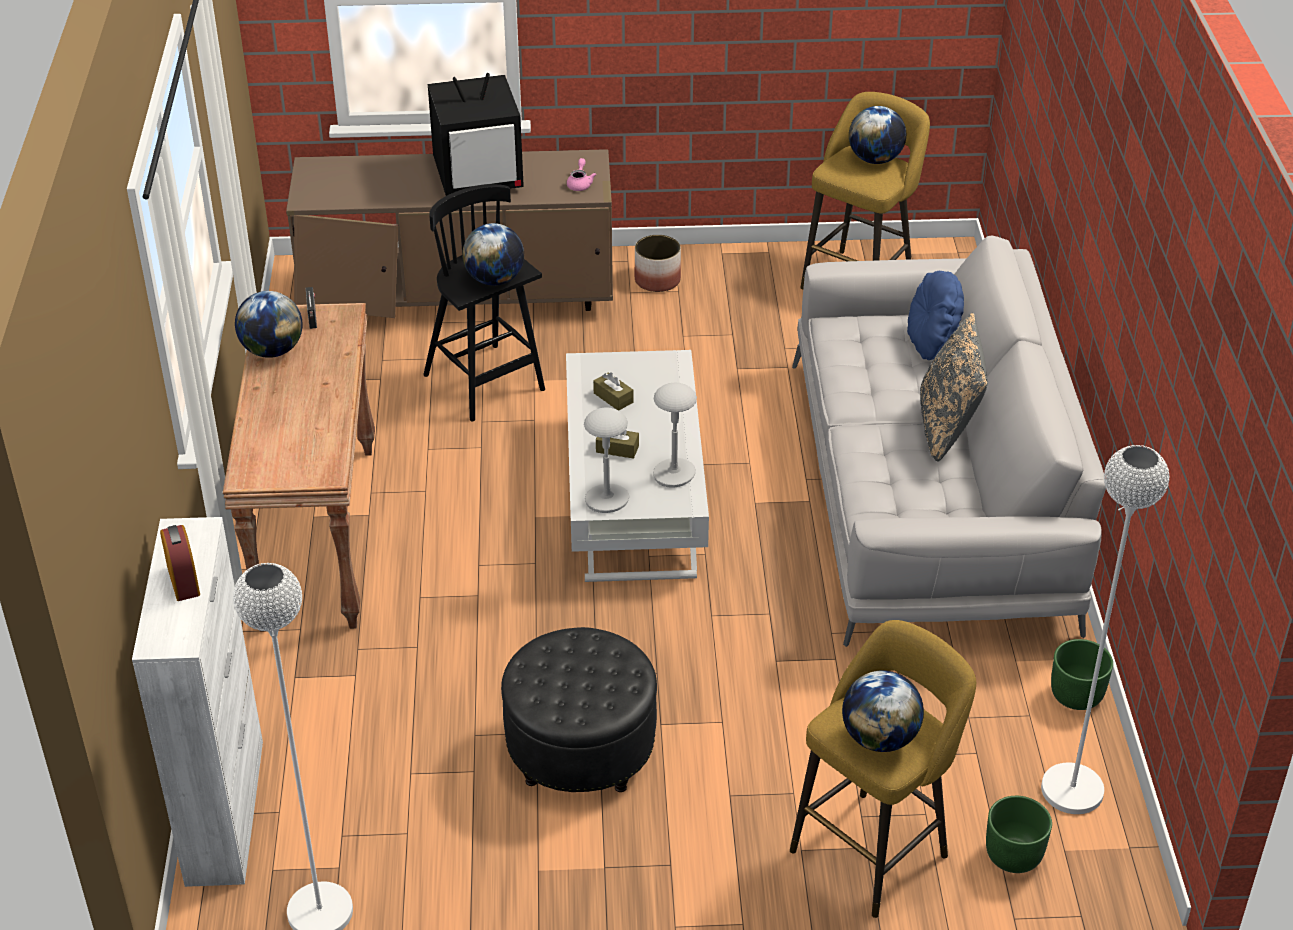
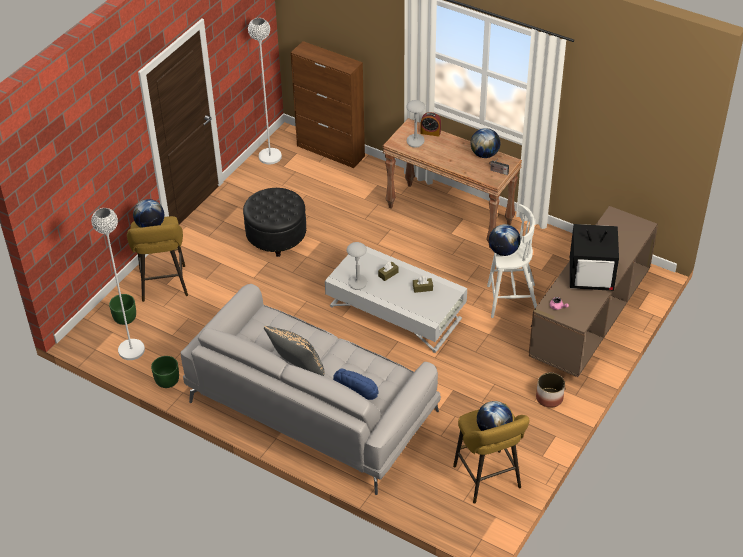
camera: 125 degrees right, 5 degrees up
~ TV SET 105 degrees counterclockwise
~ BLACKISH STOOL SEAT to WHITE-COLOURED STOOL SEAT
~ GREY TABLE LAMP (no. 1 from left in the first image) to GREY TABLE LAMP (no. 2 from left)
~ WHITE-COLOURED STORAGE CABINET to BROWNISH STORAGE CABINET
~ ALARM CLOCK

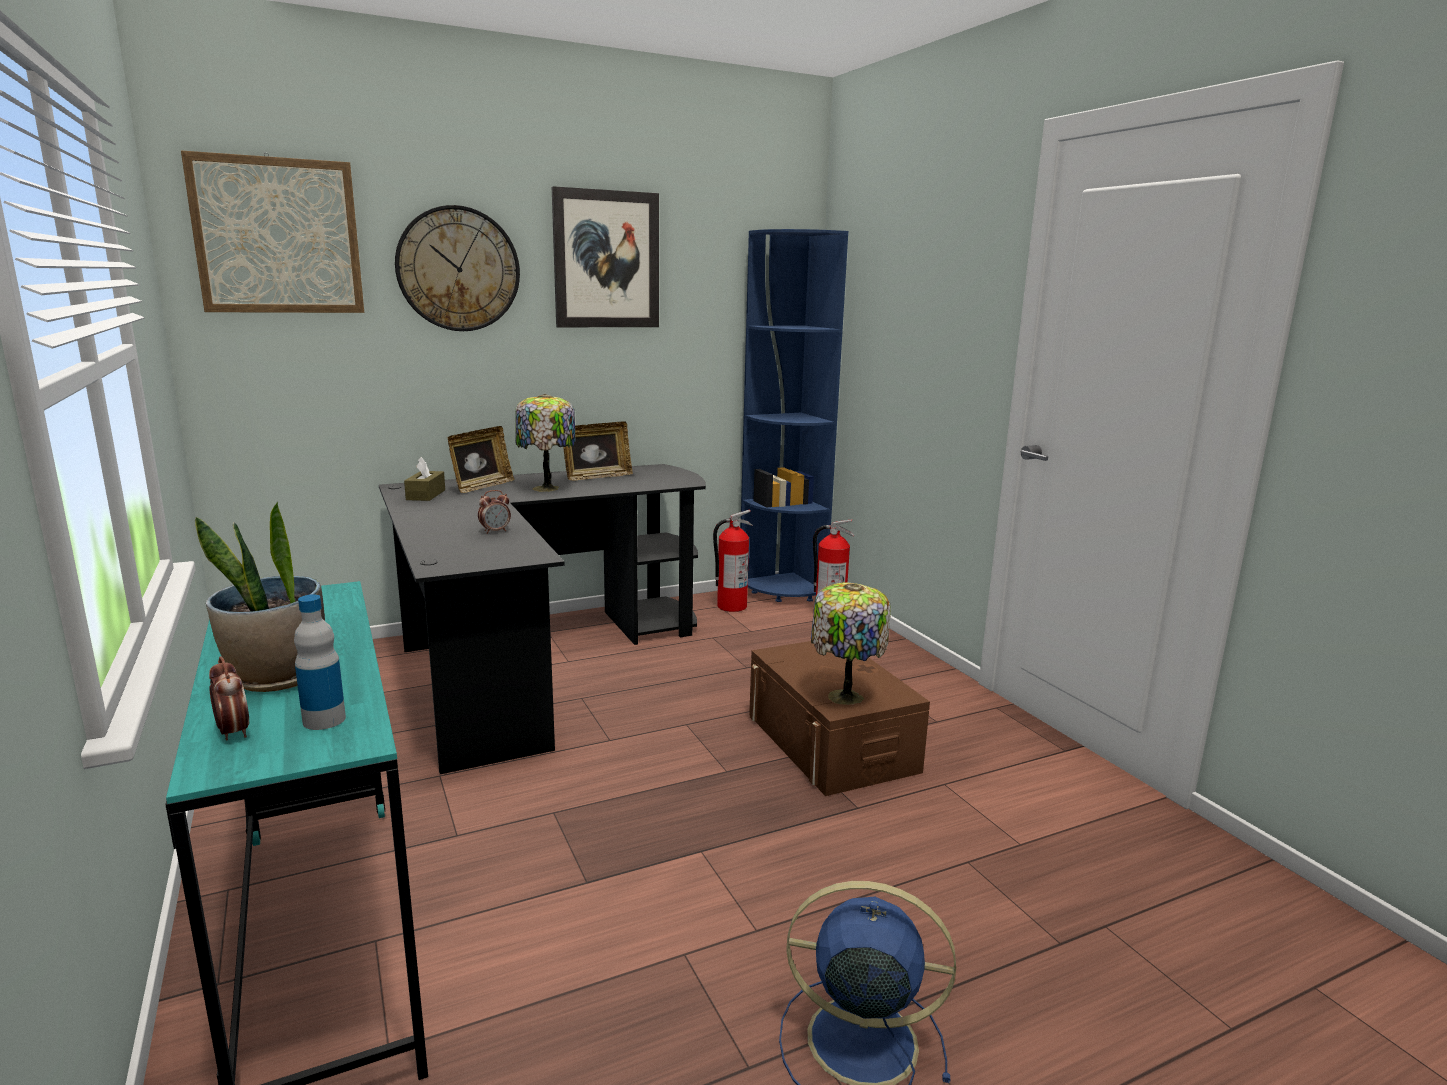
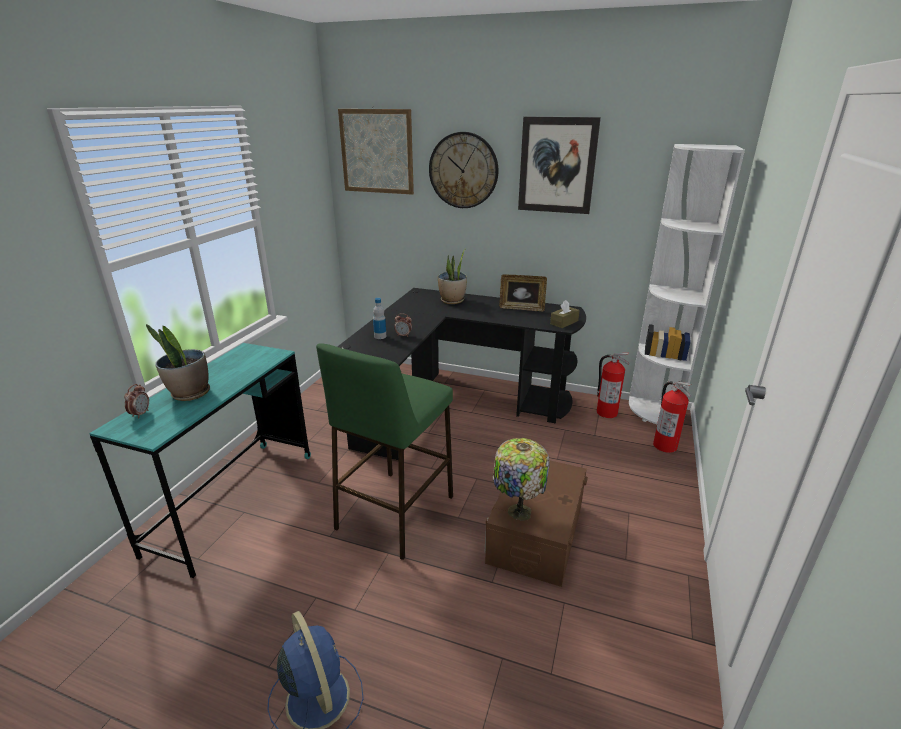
camera: 45 degrees right, 10 degrees up
~ BLUE SHELVING UNIT to WHITE-COLOURED SHELVING UNIT
- TABLE LAMP (no. 1 from left)
~ PHOTO FRAME (no. 1 from left) to HOUSEPLANT (no. 2 from left)
~ BROWNISH TISSUE BOX
~ DRINK BOTTLE
+ GREEN-COLOURED STOOL SEAT

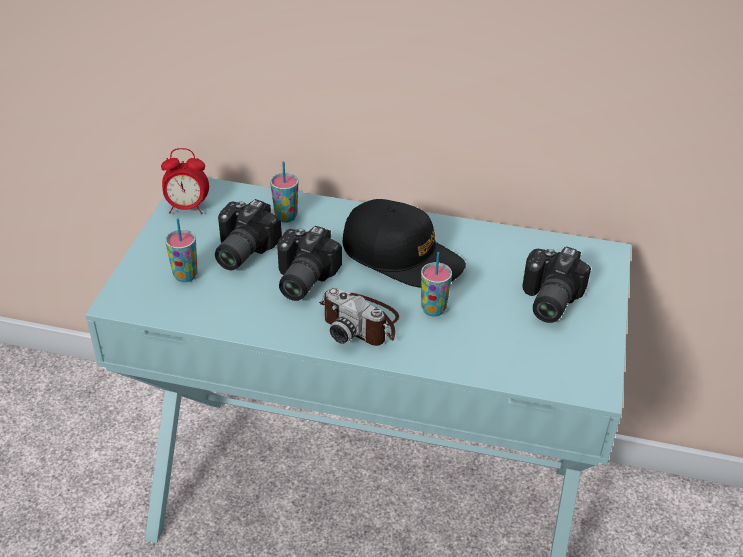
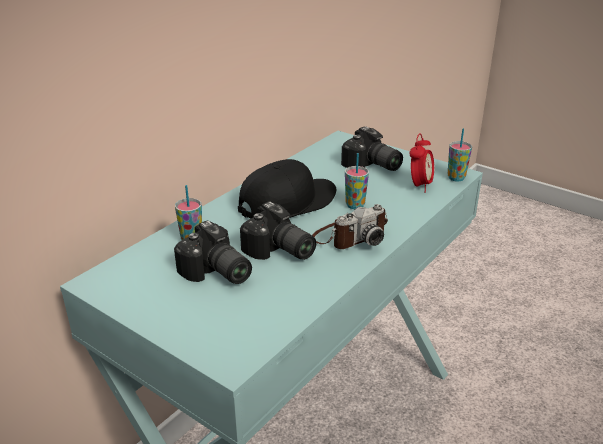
camera: 65 degrees left, 10 degrees down
~ ALARM CLOCK
~ SMALL CUP (no. 1 from left in the first image) to SMALL CUP (no. 3 from left)

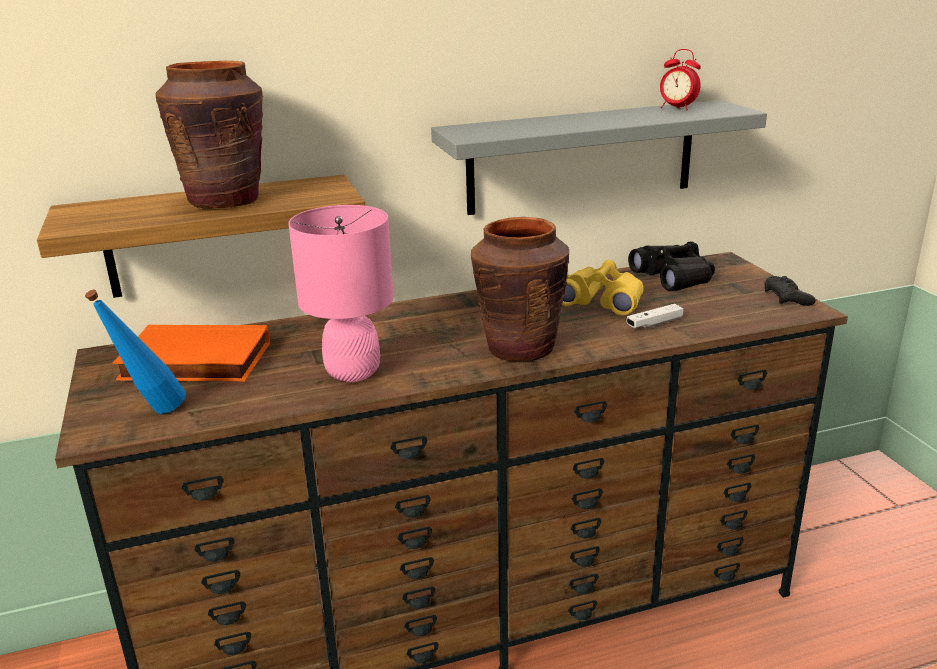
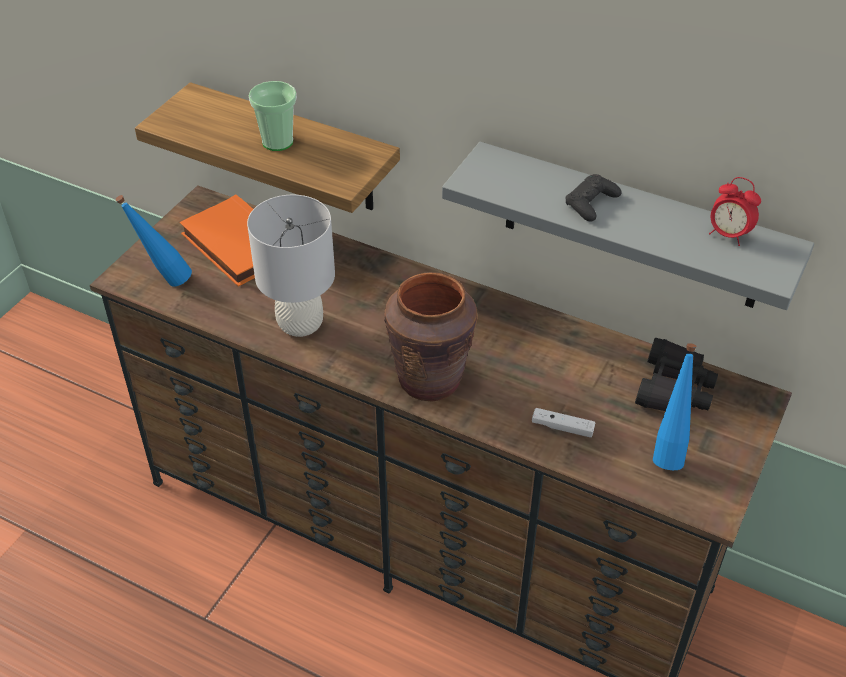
camera: 45 degrees right, 20 degrees up
~ ALARM CLOCK 45 degrees counterclockwise
~ BROWNISH DECORATIVE VASE (no. 1 from left) to SMALL CUP
~ PINK TABLE LAMP to GREY TABLE LAMP
- YELLOWISH BINOCULARS
~ BLACKISH GAME CONTROLLER
+ BLUE DRINK BOTTLE (no. 2 from left)

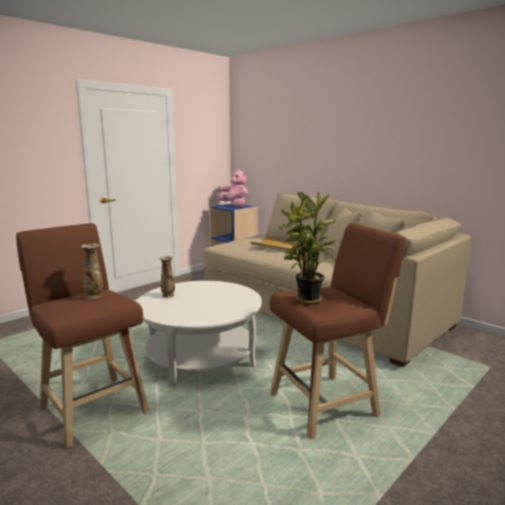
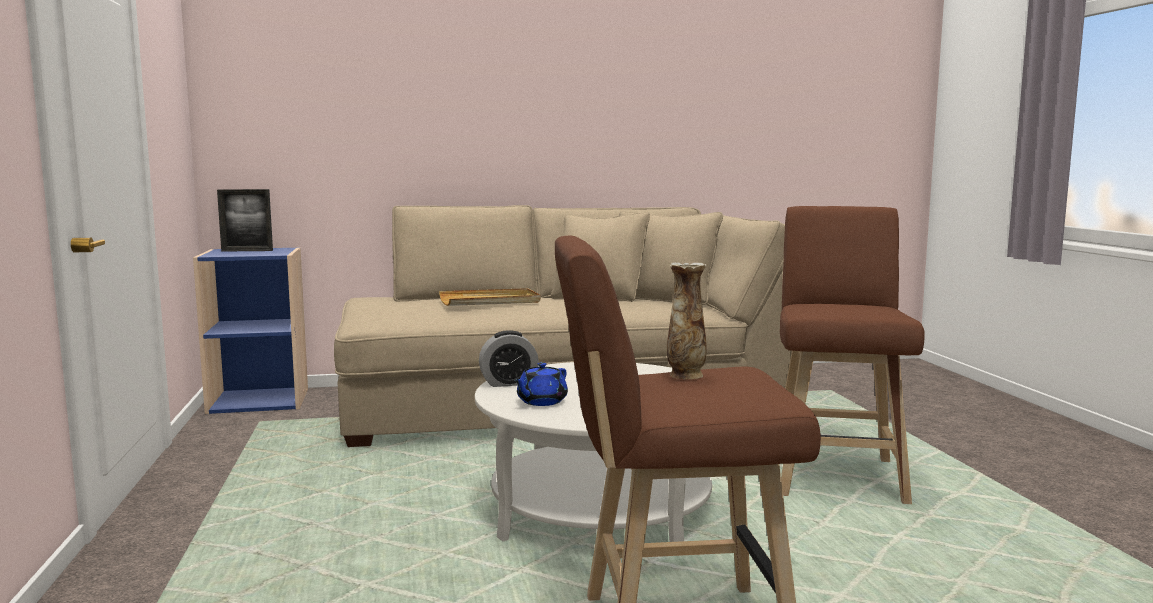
camera: 55 degrees left, 5 degrees down
~ PINK SOFT TOY to PHOTO FRAME
- HOUSEPLANT
~ DECORATIVE VASE (no. 2 from left) to BLUE TEAPOT
+ ALARM CLOCK

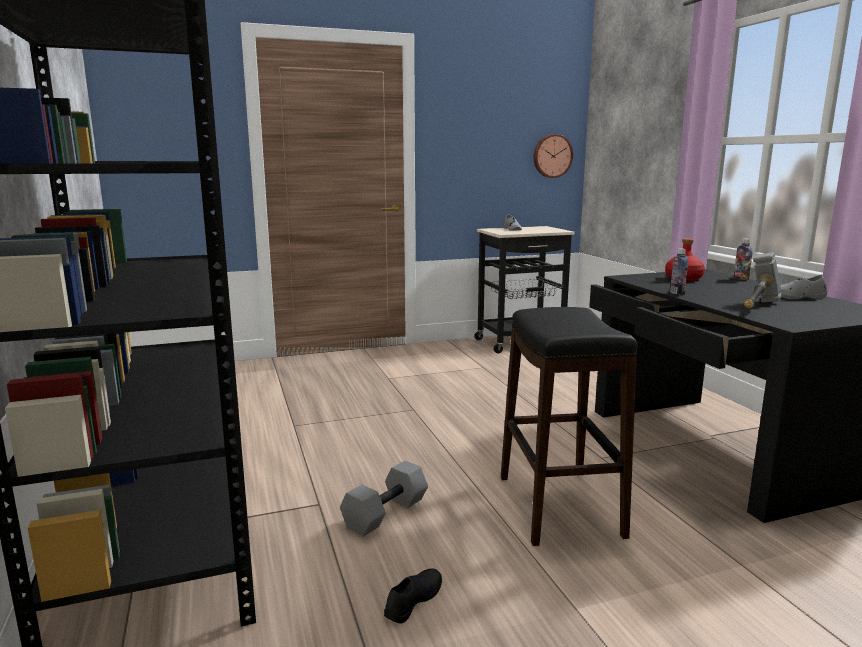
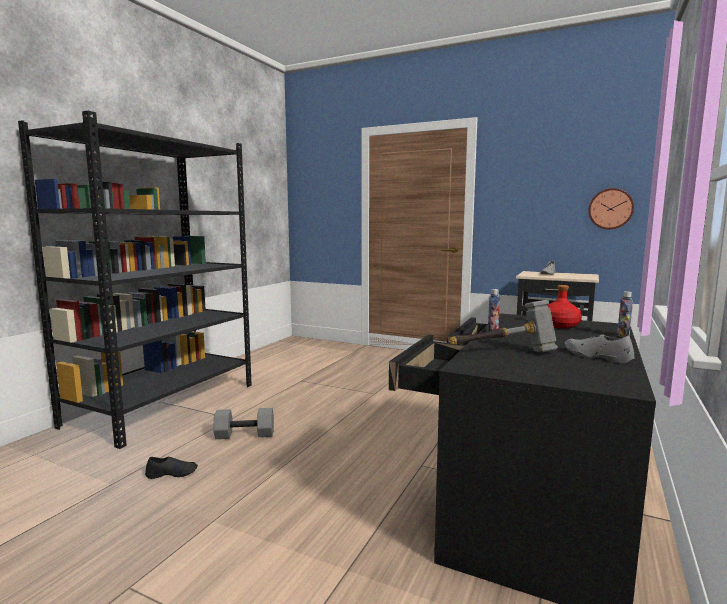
camera: 45 degrees right, 5 degrees down
- BLACKISH STOOL SEAT

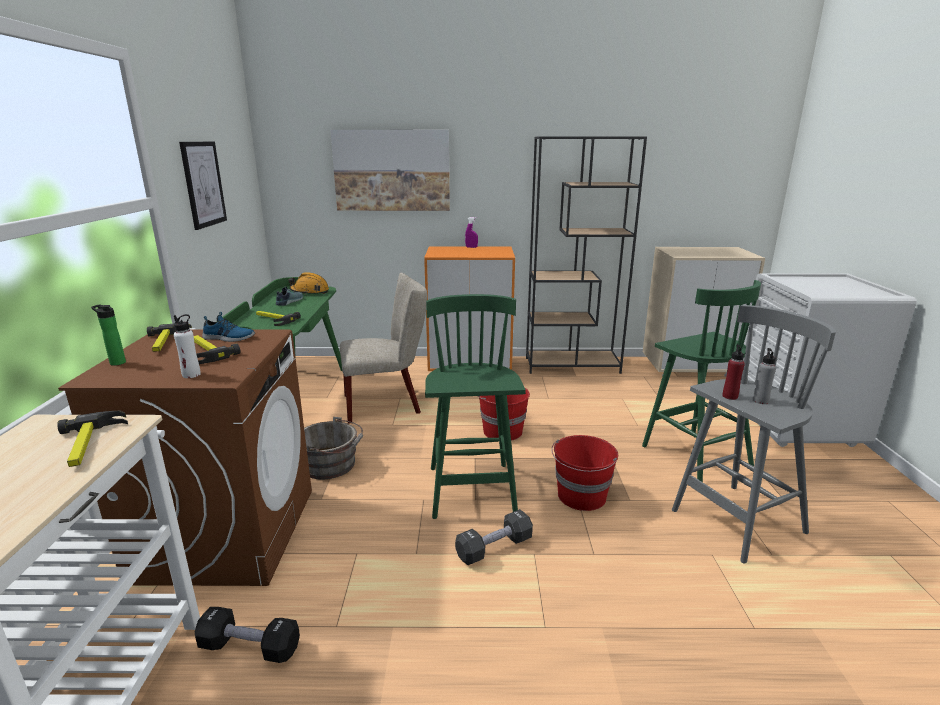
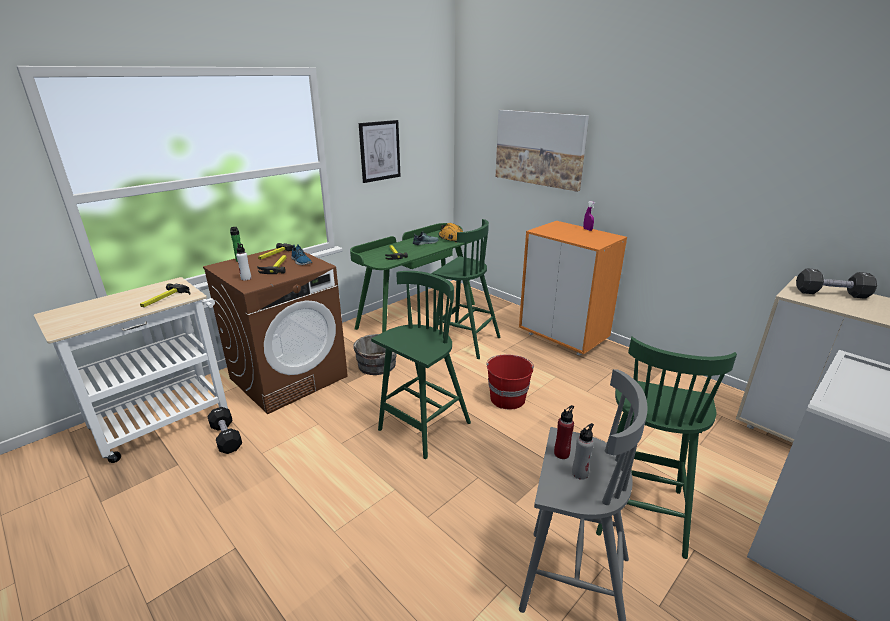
camera: 45 degrees right, 5 degrees up
- SHELVING UNIT
~ BEIGE PLAIN CHAIR to GREEN-COLOURED STOOL SEAT (no. 2 from left)
- RED PAIL (no. 2 from left)
~ BLACKISH DUMBBELL (no. 2 from left)

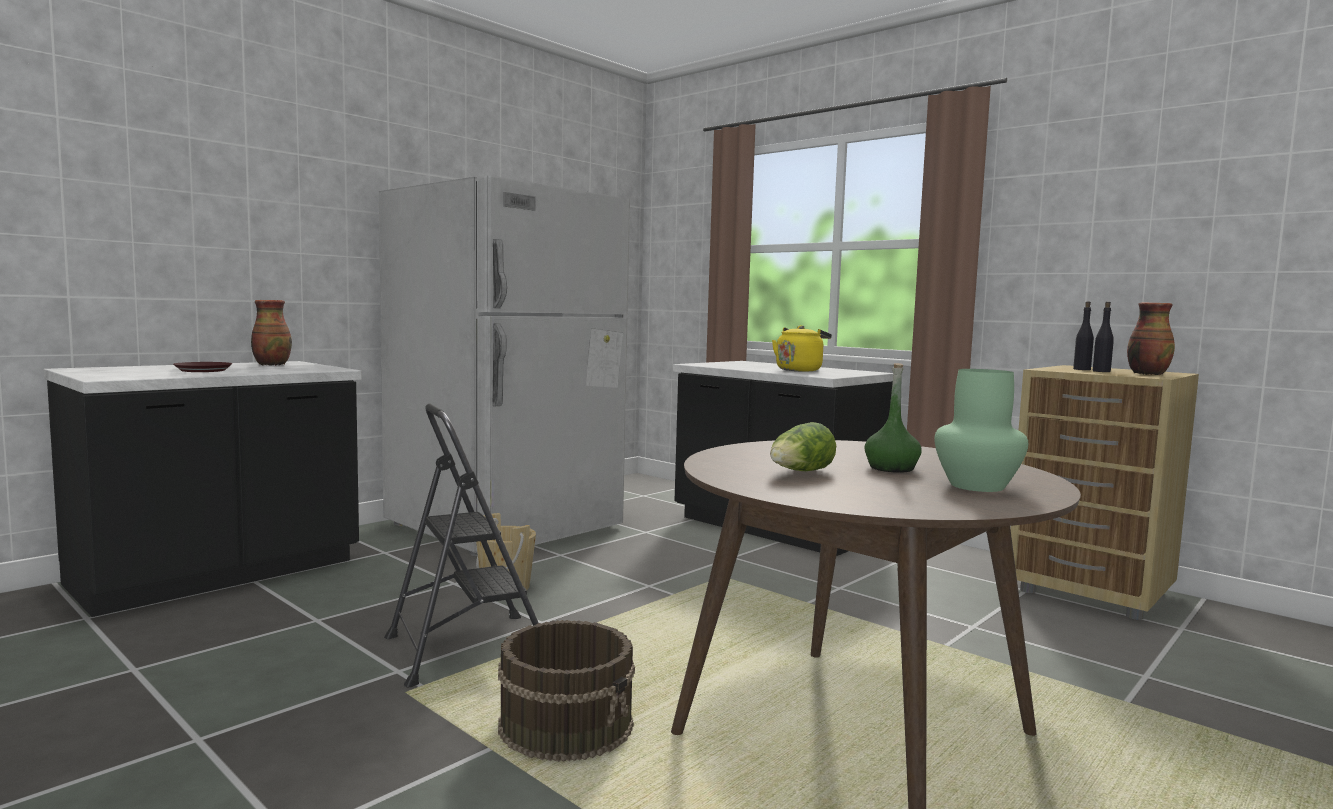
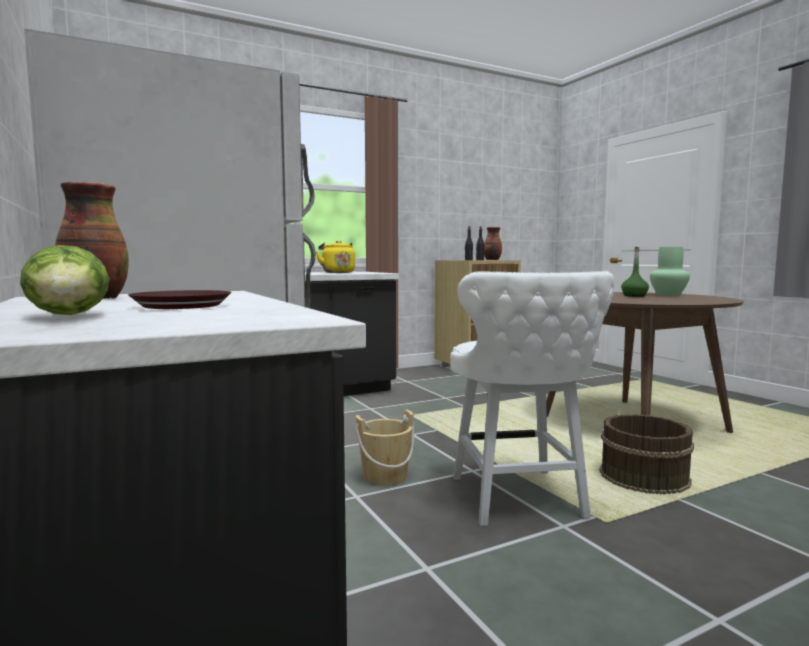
camera: 70 degrees left, 0 degrees up
~ BLACKISH STEP LADDER to WHITE-COLOURED STOOL SEAT
~ HEAD OF LETTUCE

